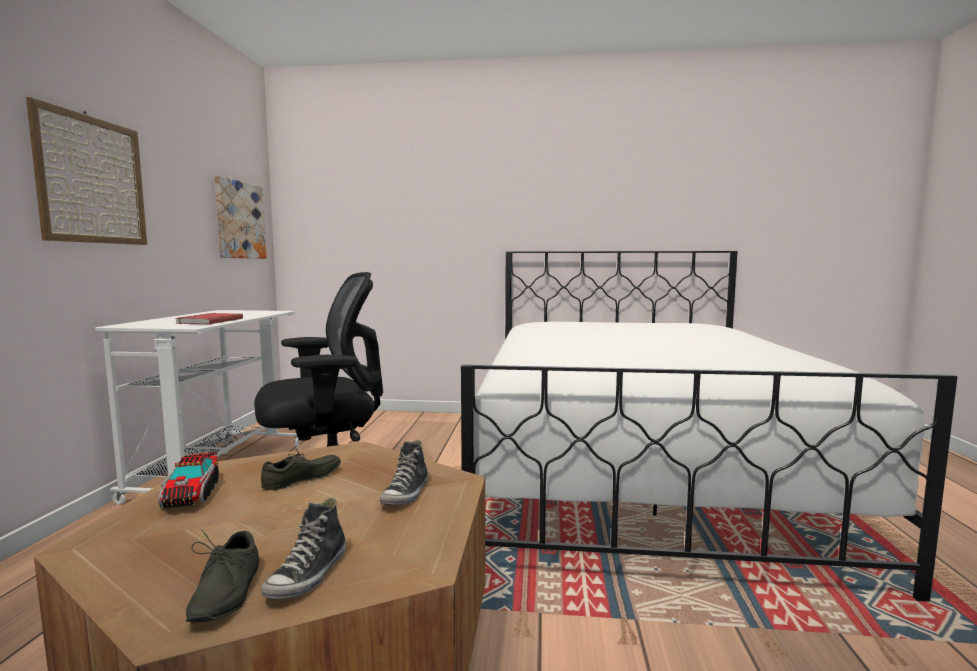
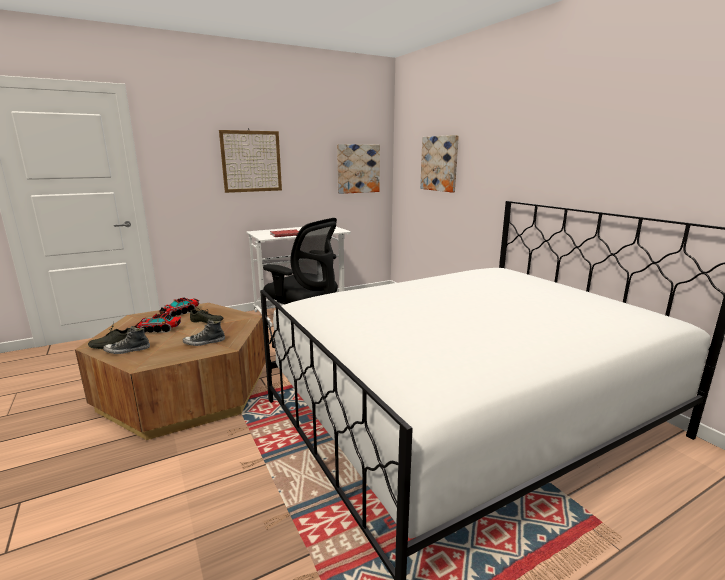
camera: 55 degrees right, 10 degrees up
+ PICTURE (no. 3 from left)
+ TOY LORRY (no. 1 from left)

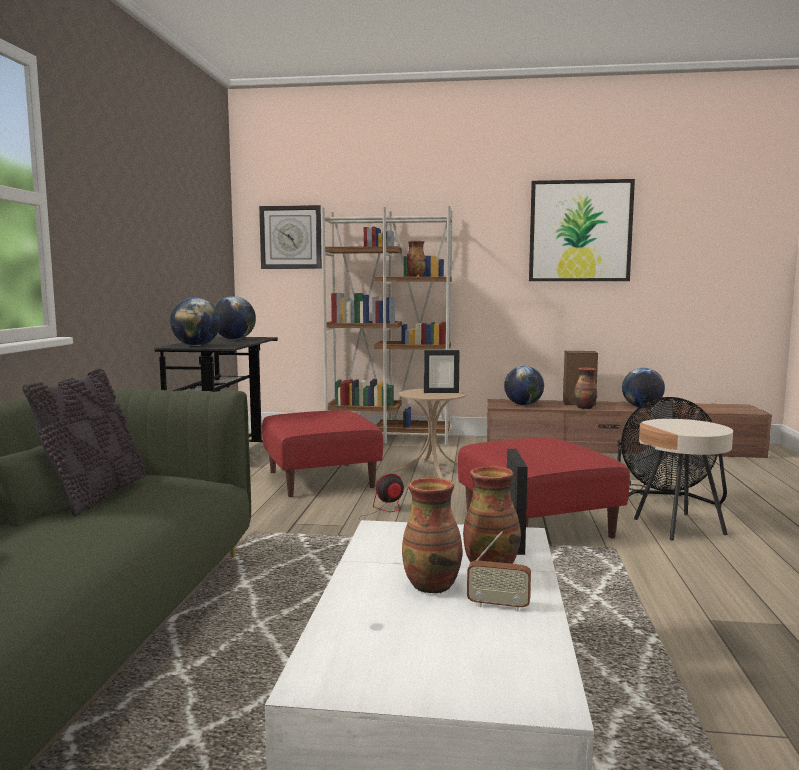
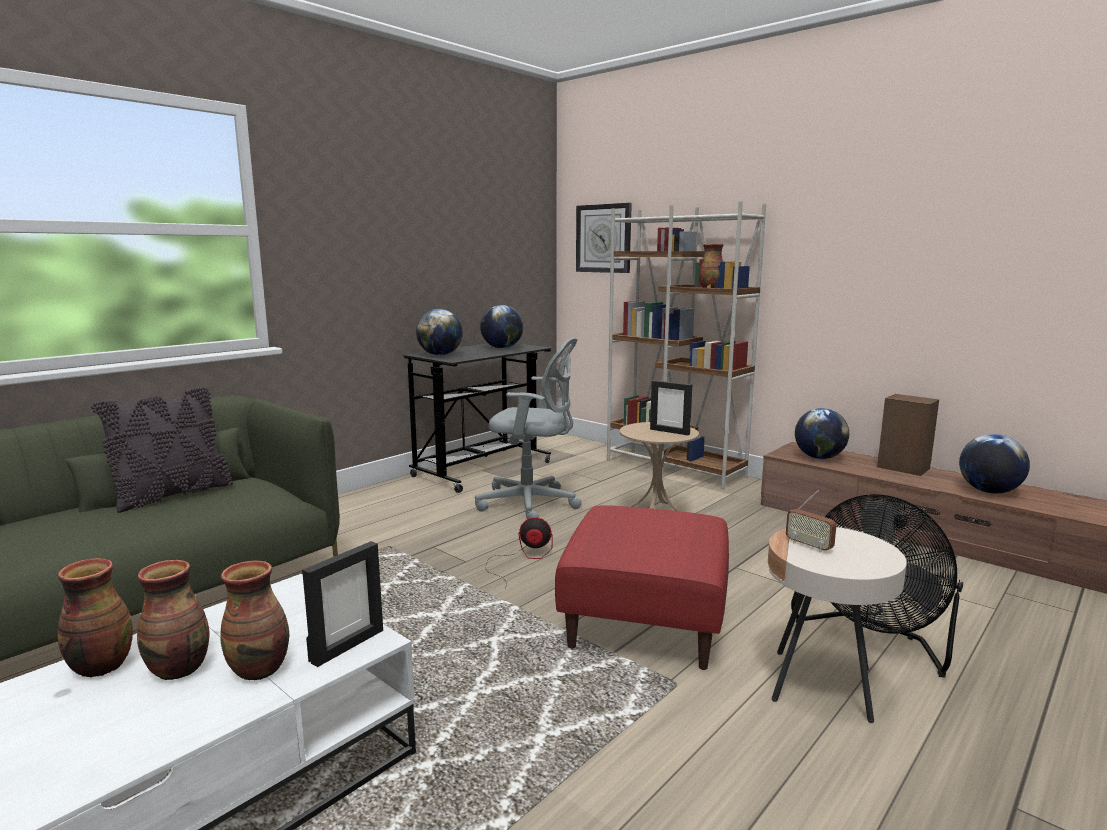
camera: 35 degrees right, 5 degrees up
- PICTURE
~ DECORATIVE VASE (no. 4 from left in the first image) to DECORATIVE VASE (no. 1 from left)
~ RED FOOTREST (no. 1 from left) to GREY COMPUTER CHAIR
~ RADIO

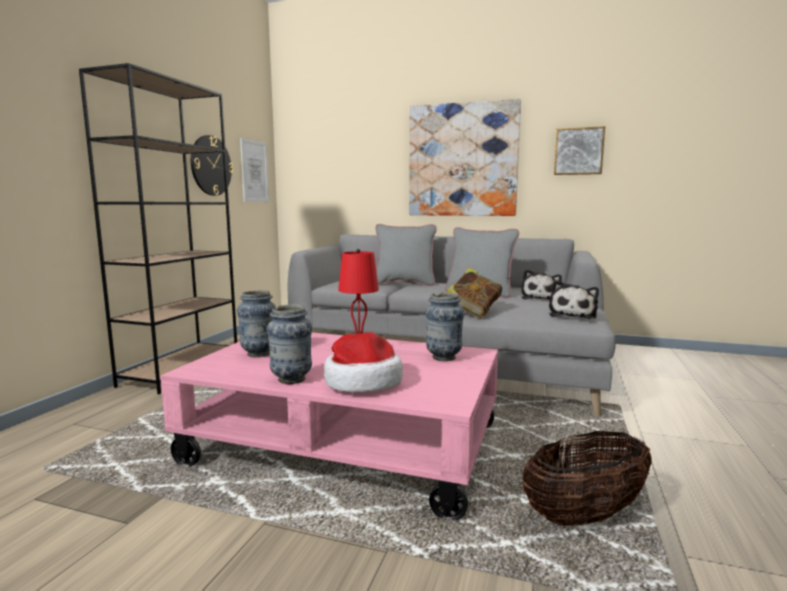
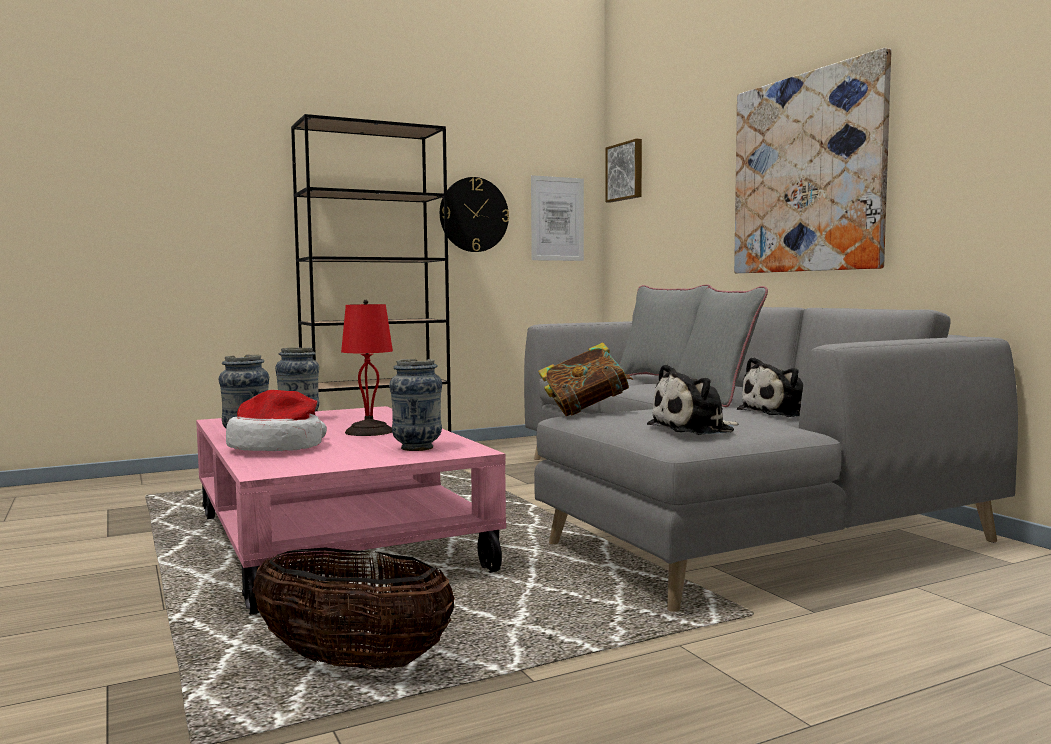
camera: 45 degrees right, 5 degrees down
~ PICTURE (no. 3 from left in the first image) to PICTURE (no. 2 from left)

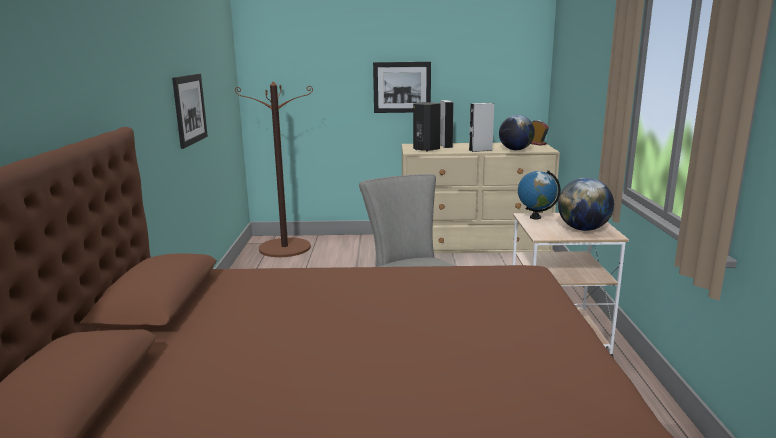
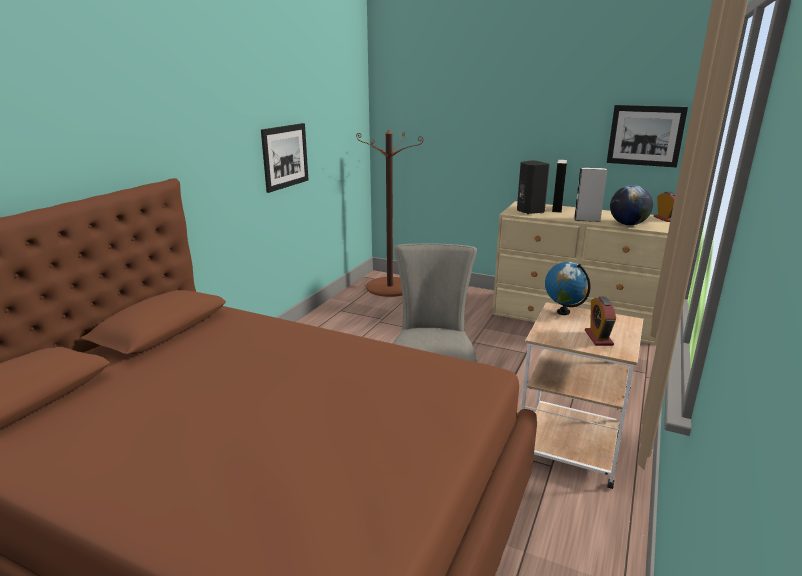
camera: 25 degrees right, 5 degrees up
~ PICTURE (no. 2 from left)
~ WORLD GLOBE (no. 3 from left) to ALARM CLOCK (no. 1 from left)

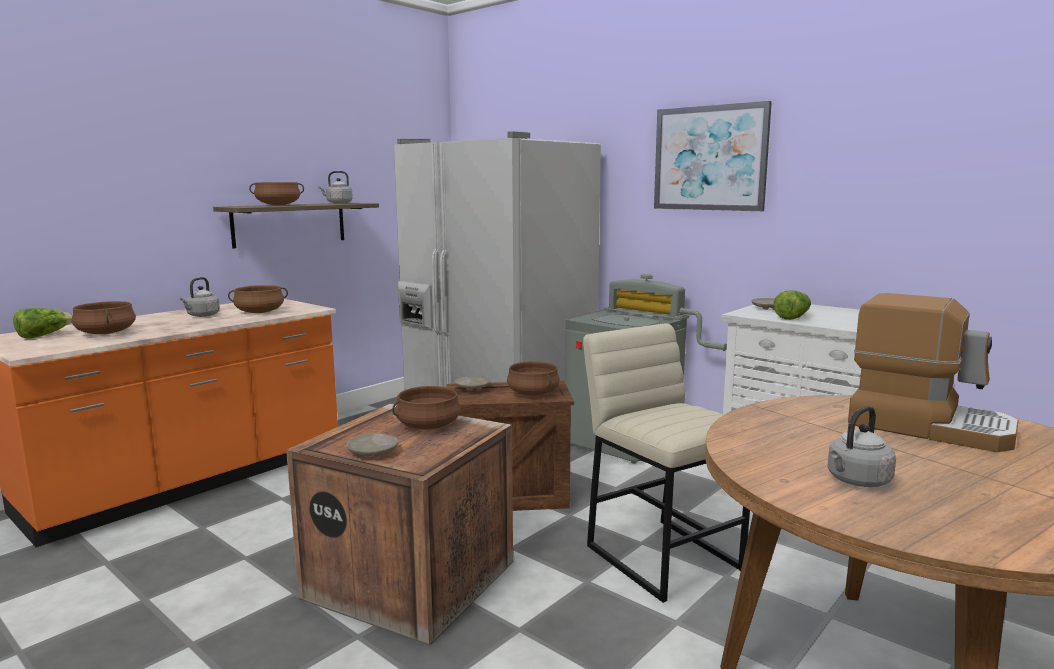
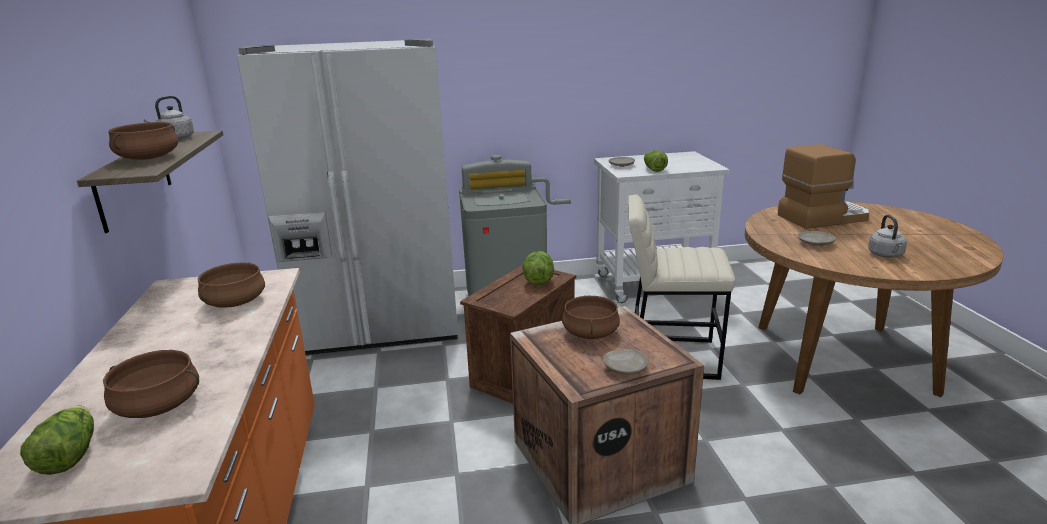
camera: 50 degrees left, 10 degrees up
- PICTURE
- GREY TEA KETTLE (no. 1 from left)
~ BROWNISH COOKING POT (no. 5 from left) to HEAD OF LETTUCE (no. 2 from left)
~ BEIGE PLATE (no. 2 from left in the first image) to BEIGE PLATE (no. 3 from left)

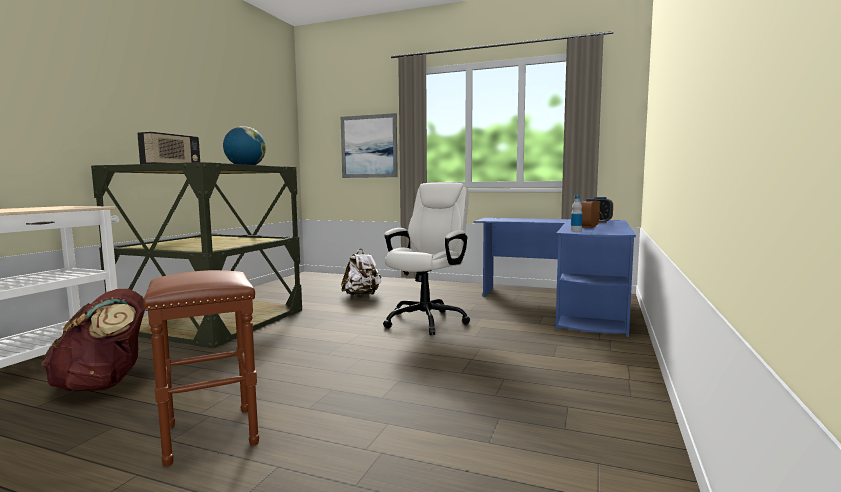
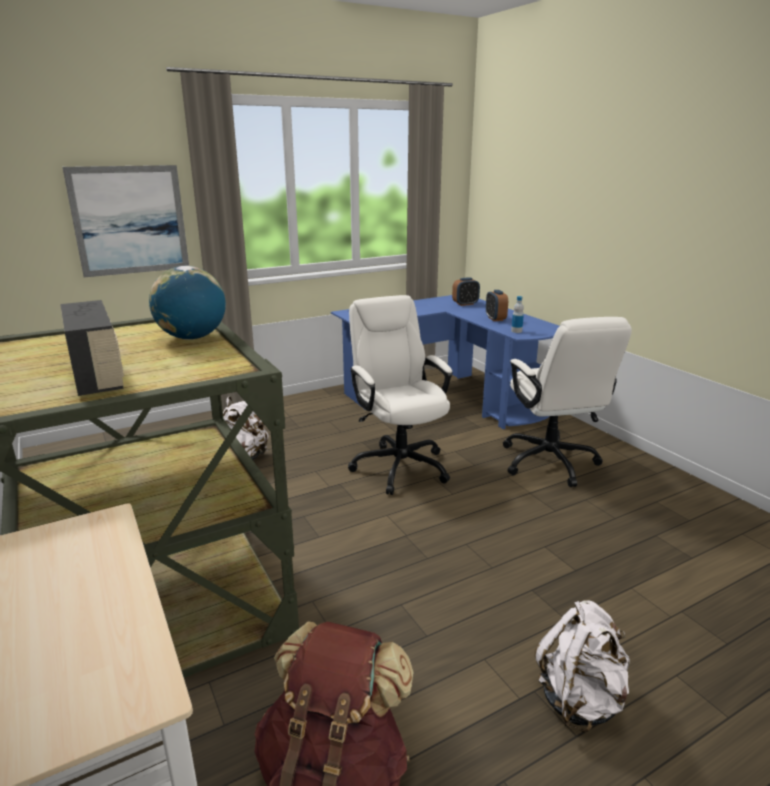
camera: 50 degrees left, 15 degrees up
~ BROWNISH STOOL SEAT to WHITE-COLOURED BACKPACK (no. 2 from left)
+ WHITE-COLOURED COMPUTER CHAIR (no. 2 from left)

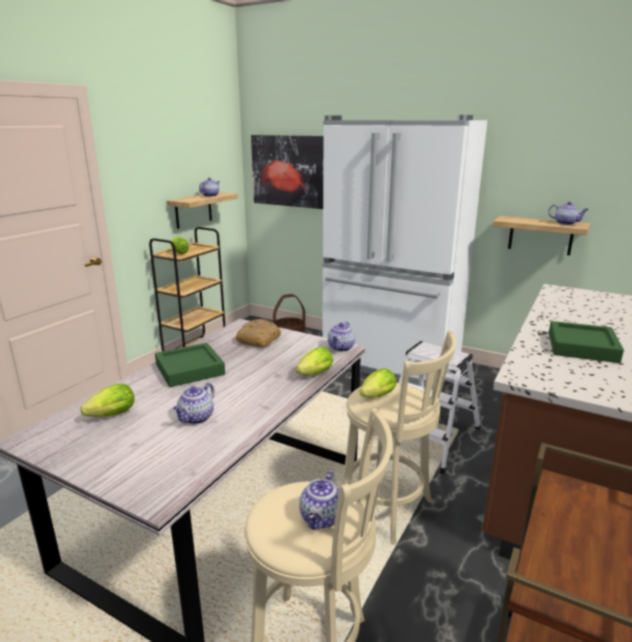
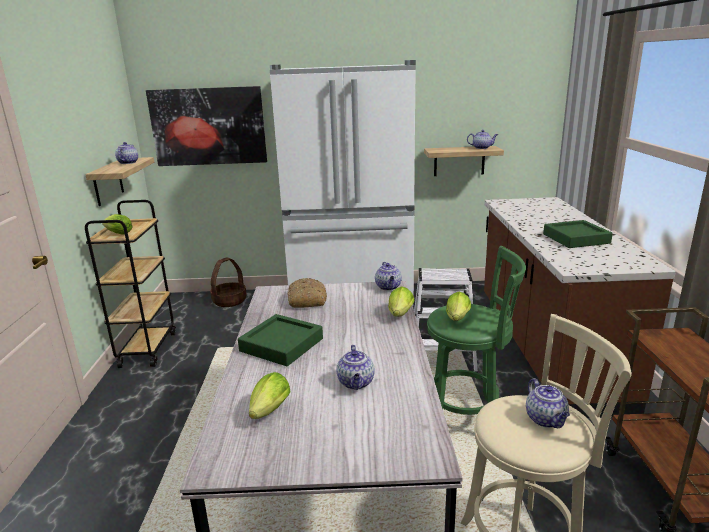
camera: 30 degrees left, 0 degrees up
~ BEIGE STOOL SEAT (no. 2 from left) to GREEN-COLOURED STOOL SEAT

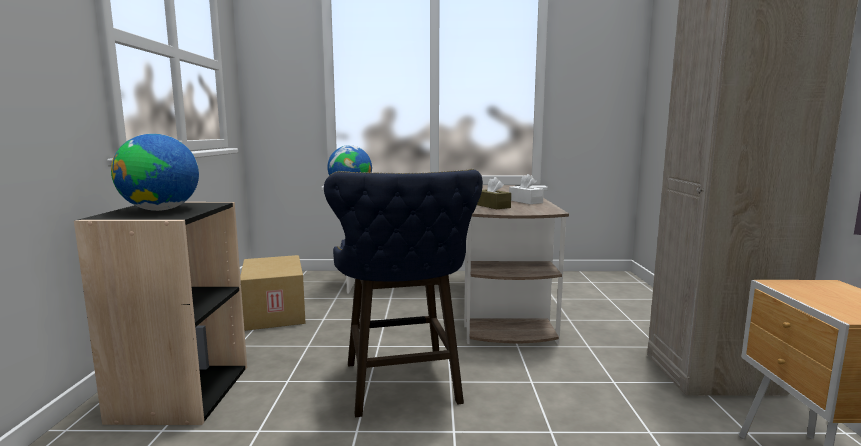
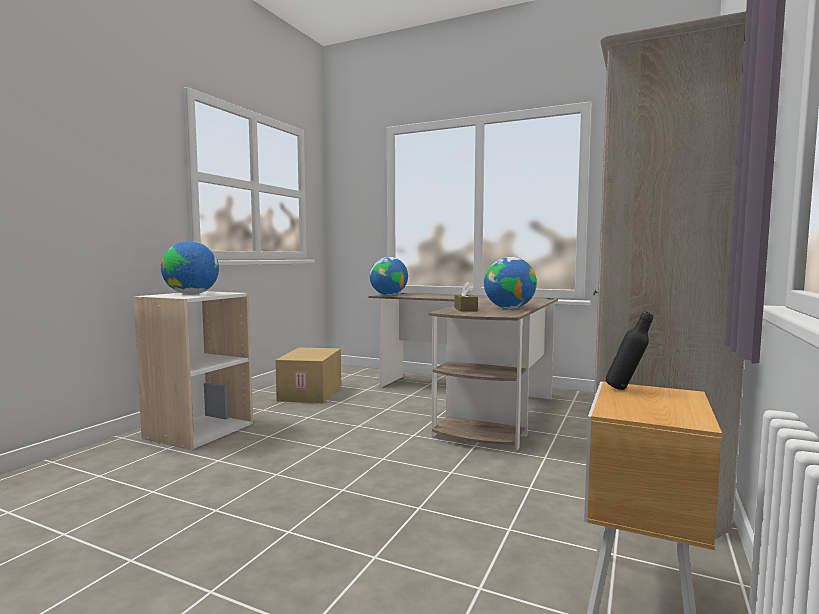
camera: 25 degrees right, 5 degrees down
- BLUE STOOL SEAT
~ WHITE-COLOURED TISSUE BOX to WORLD GLOBE (no. 3 from left)
~ BLACKISH SHELVING UNIT to WHITE-COLOURED SHELVING UNIT
+ BLACKISH DRINK BOTTLE

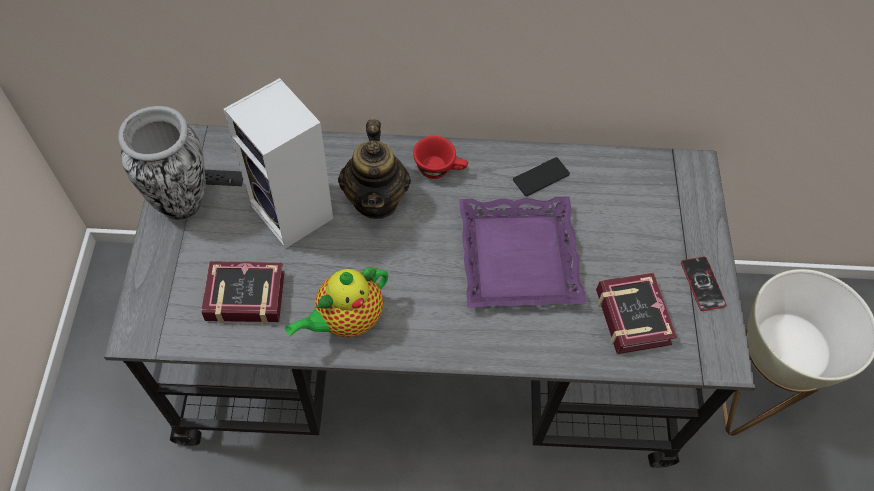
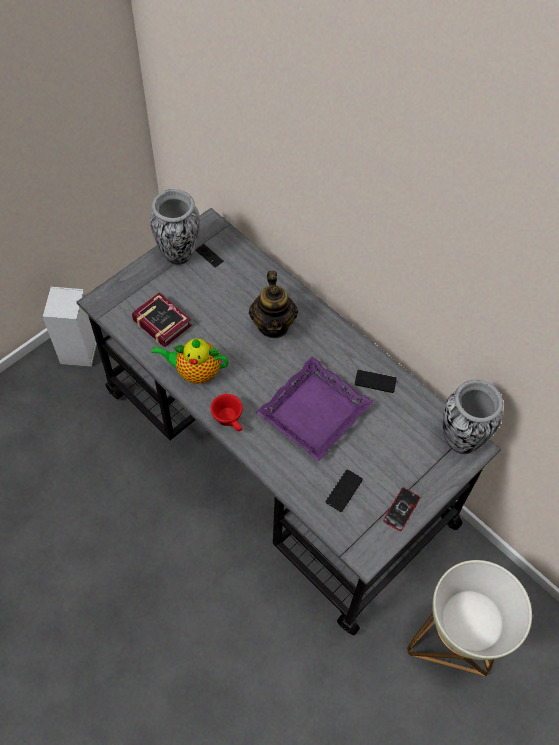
camera: 45 degrees right, 0 degrees up
~ SPEAKER
~ TEAPOT (no. 2 from left) 45 degrees counterclockwise
~ RED SMALL CUP
~ VOLUME (no. 2 from left) to HANDSET (no. 1 from left)
+ DECORATIVE VASE (no. 2 from left)

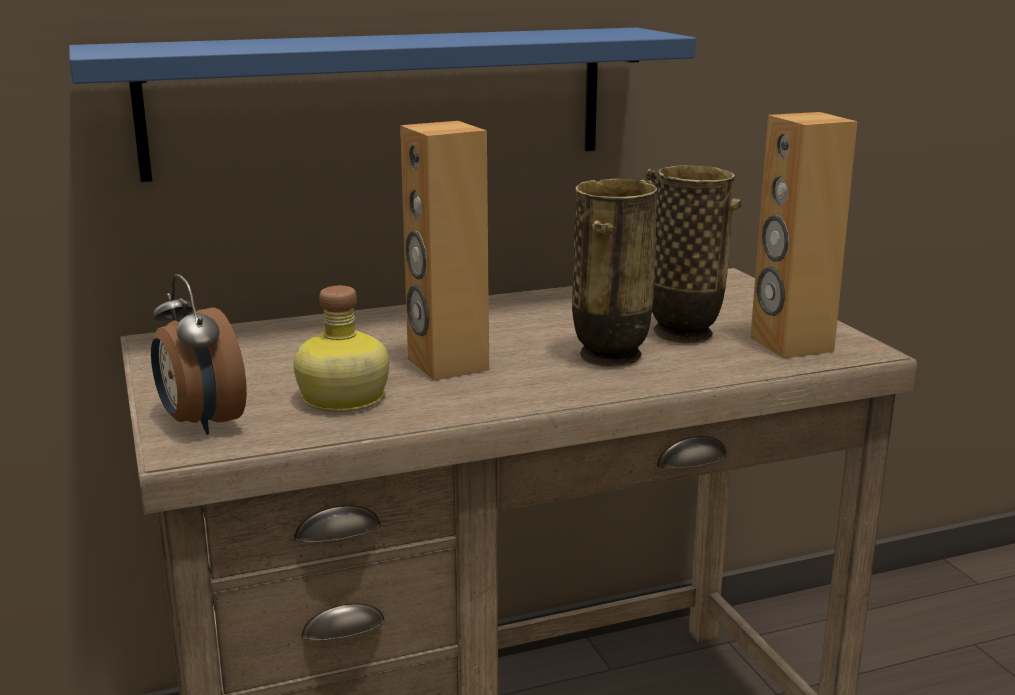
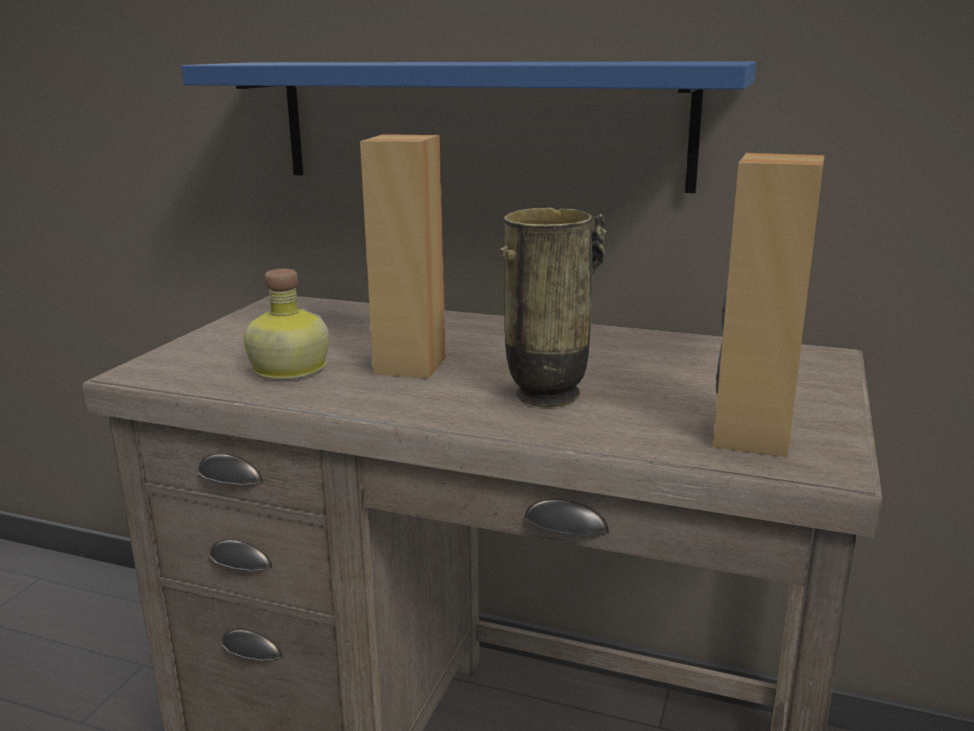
camera: 40 degrees right, 0 degrees up
- DECORATIVE VASE (no. 2 from left)
- ALARM CLOCK

